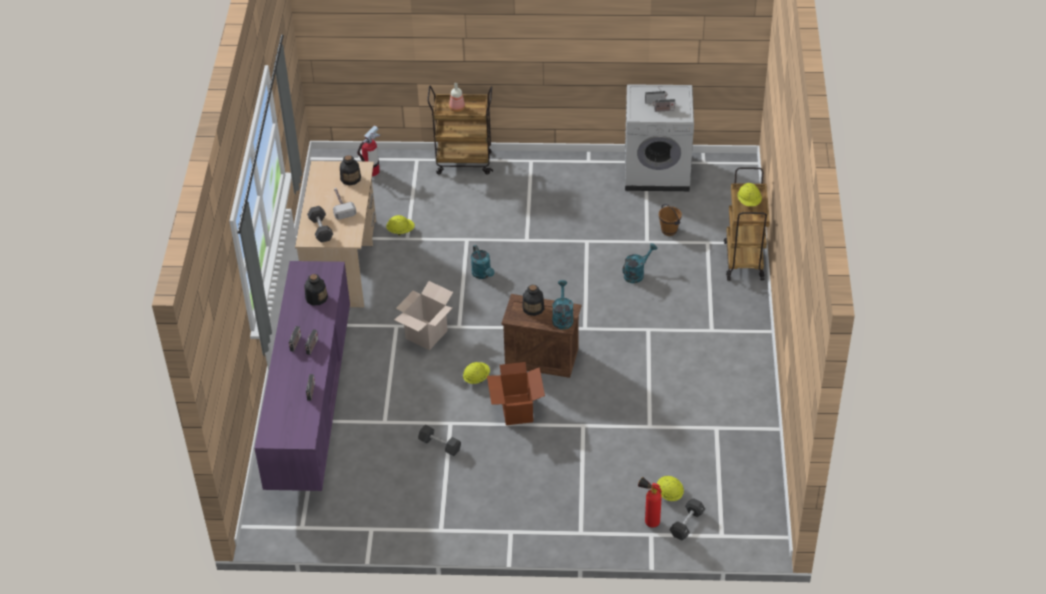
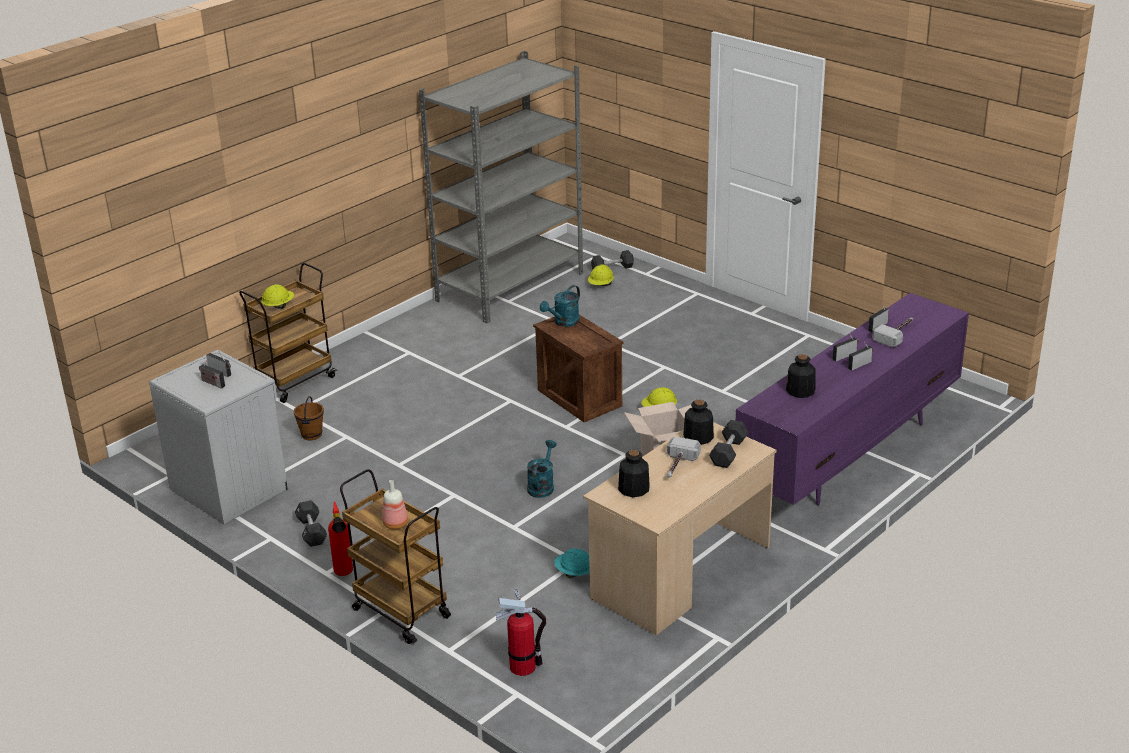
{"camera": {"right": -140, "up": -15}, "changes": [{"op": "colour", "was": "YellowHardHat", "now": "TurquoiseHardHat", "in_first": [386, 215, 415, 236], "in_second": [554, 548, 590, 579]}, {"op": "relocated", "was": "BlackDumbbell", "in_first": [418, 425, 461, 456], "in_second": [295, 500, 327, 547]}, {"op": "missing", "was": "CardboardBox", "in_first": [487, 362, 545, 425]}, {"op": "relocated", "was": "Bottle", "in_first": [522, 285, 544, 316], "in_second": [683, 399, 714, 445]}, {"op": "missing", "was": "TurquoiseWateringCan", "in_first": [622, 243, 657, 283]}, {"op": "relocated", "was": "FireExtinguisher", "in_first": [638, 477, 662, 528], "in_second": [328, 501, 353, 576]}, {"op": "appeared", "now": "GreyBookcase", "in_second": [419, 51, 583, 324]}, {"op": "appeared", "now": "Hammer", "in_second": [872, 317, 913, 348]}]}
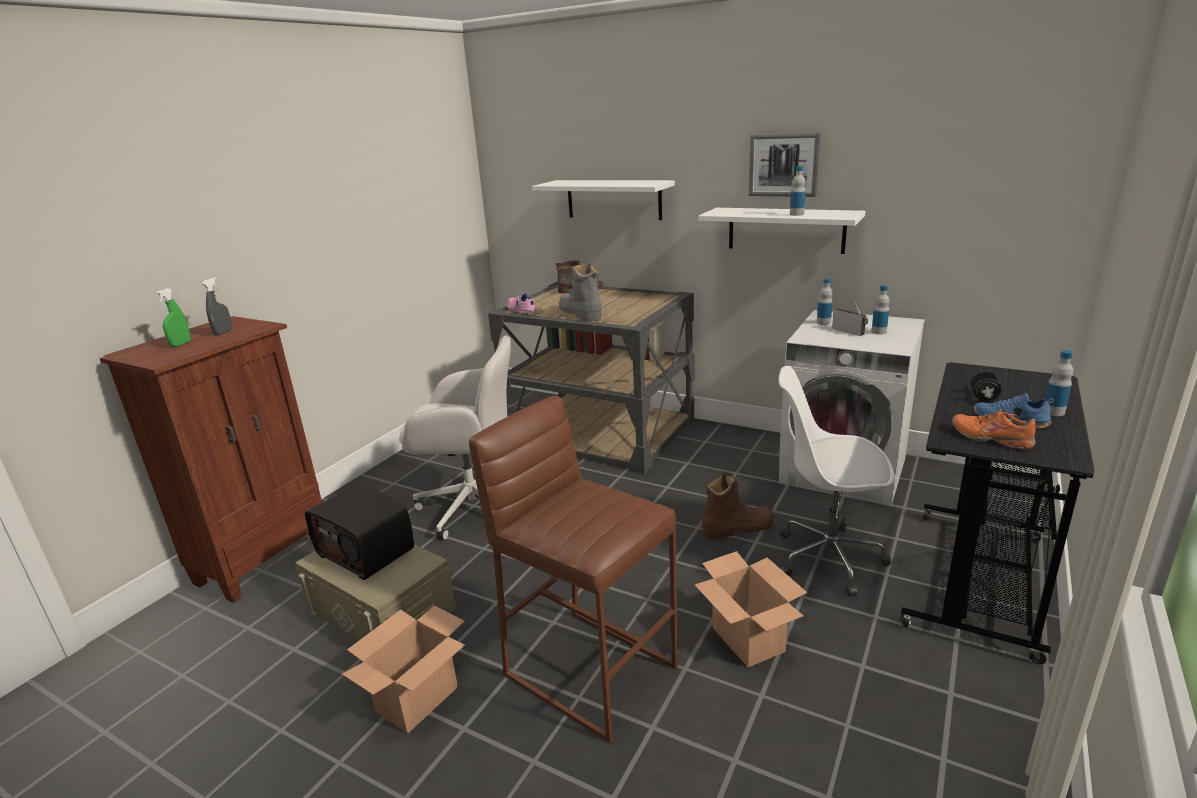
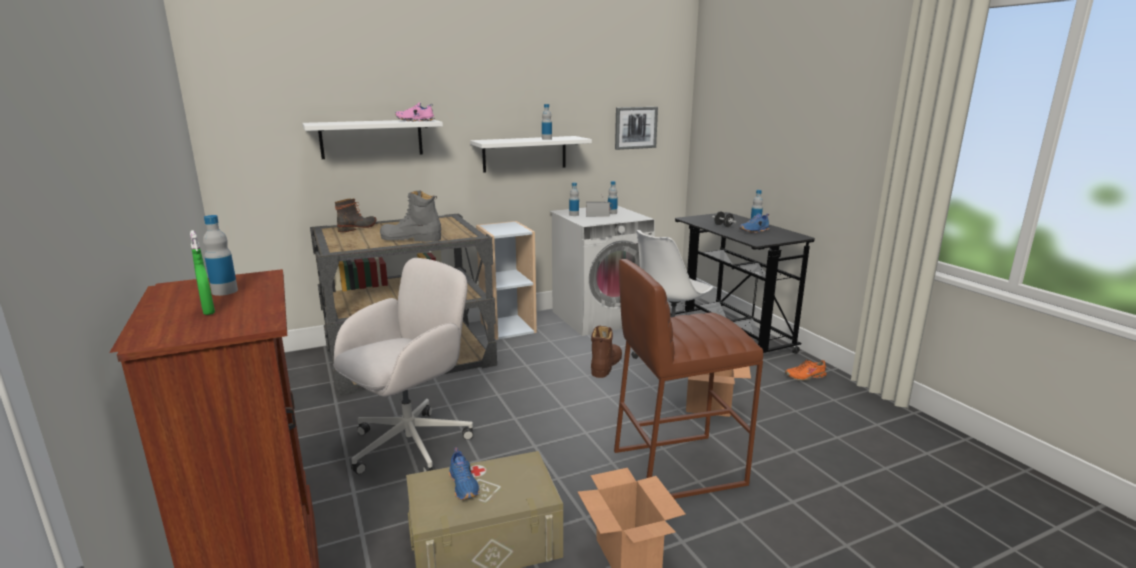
{"camera": {"right": -55, "up": -5}, "changes": [{"op": "exchanged", "was": "GreySprayBottle", "now": "Bottle", "in_first": [202, 277, 232, 335], "in_second": [203, 215, 238, 296]}, {"op": "exchanged", "was": "Radio", "now": "BlueShoe", "in_first": [305, 485, 414, 580], "in_second": [449, 447, 479, 500]}, {"op": "relocated", "was": "PinkShoe", "in_first": [508, 292, 537, 315], "in_second": [395, 102, 435, 121]}, {"op": "relocated", "was": "Picture", "in_first": [749, 133, 821, 197], "in_second": [615, 107, 658, 150]}, {"op": "relocated", "was": "OrangeShoe", "in_first": [952, 409, 1036, 449], "in_second": [785, 360, 827, 381]}, {"op": "appeared", "now": "Bookcase", "in_second": [476, 221, 537, 340]}]}
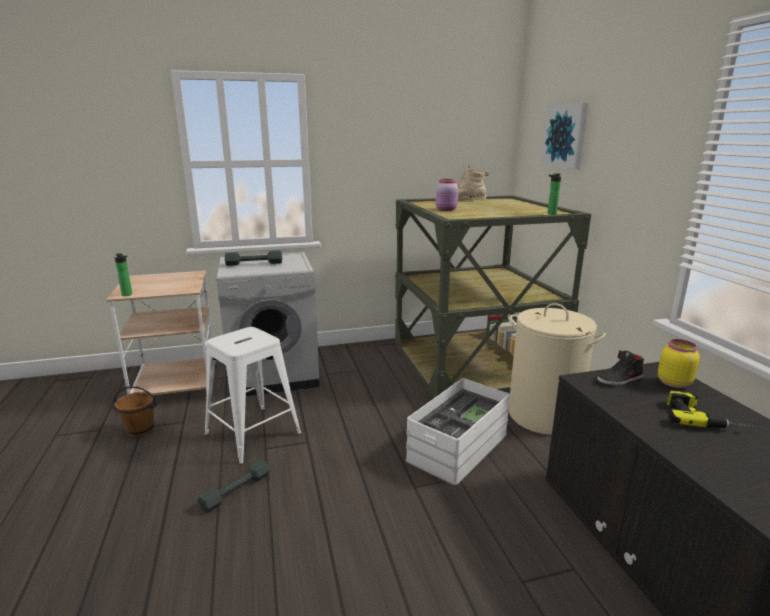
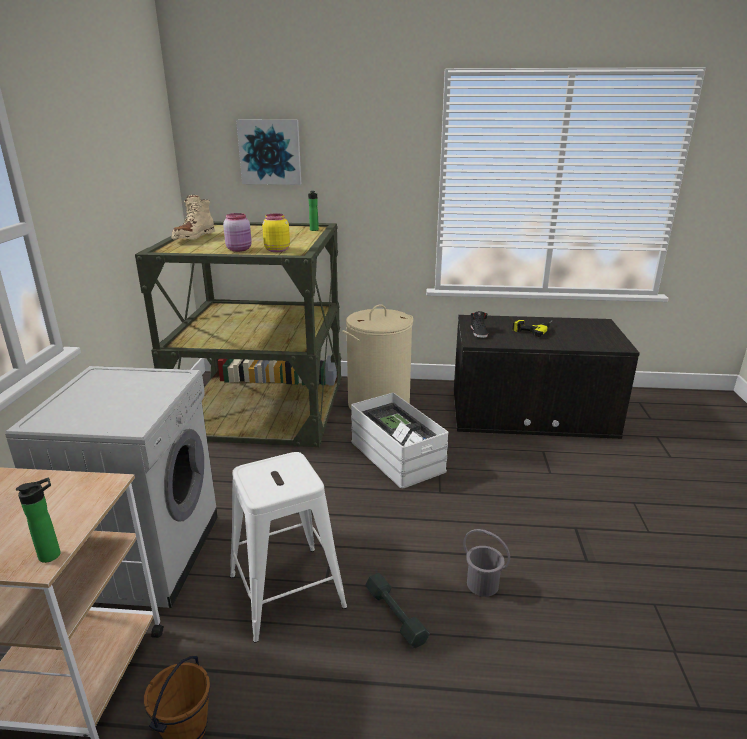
{"camera": {"right": -70, "up": 5}, "changes": [{"op": "missing", "was": "GreyDumbbell", "in_first": [225, 250, 282, 266]}, {"op": "relocated", "was": "YellowJar", "in_first": [658, 339, 700, 388], "in_second": [262, 214, 290, 252]}, {"op": "appeared", "now": "GreyBucket", "in_second": [463, 529, 510, 597]}]}
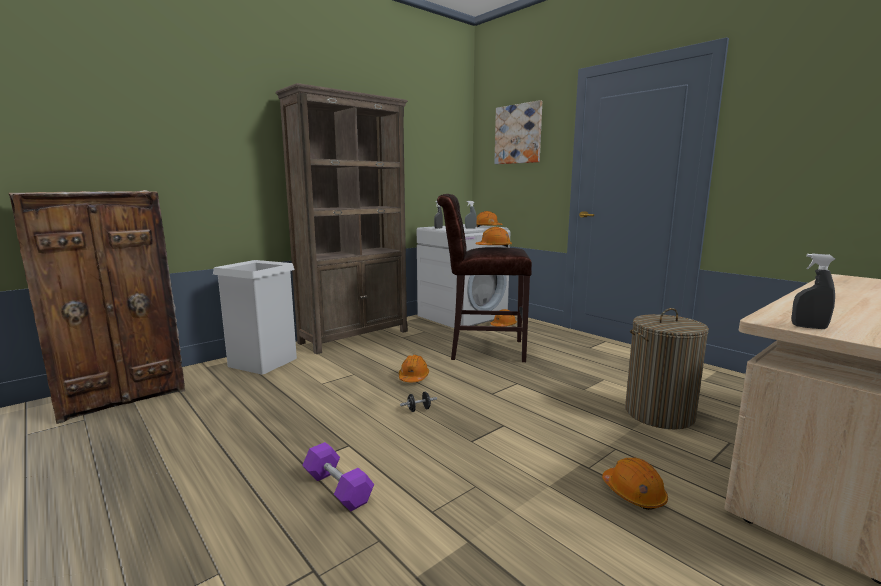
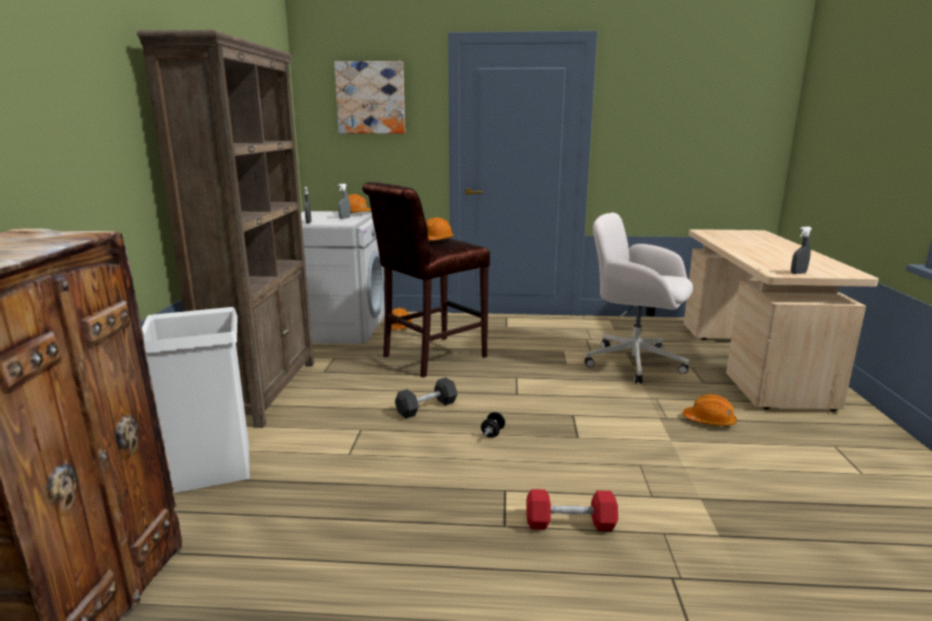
{"camera": {"right": -45, "up": 5}, "changes": [{"op": "colour", "was": "PurpleDumbbell", "now": "RedDumbbell", "in_first": [302, 442, 374, 511], "in_second": [526, 489, 618, 531]}, {"op": "exchanged", "was": "OrangeHardHat", "now": "GreyDumbbell", "in_first": [399, 355, 429, 382], "in_second": [395, 377, 458, 419]}, {"op": "exchanged", "was": "LaundryBasket", "now": "WhiteOfficeChair", "in_first": [625, 308, 709, 430], "in_second": [584, 213, 693, 384]}]}
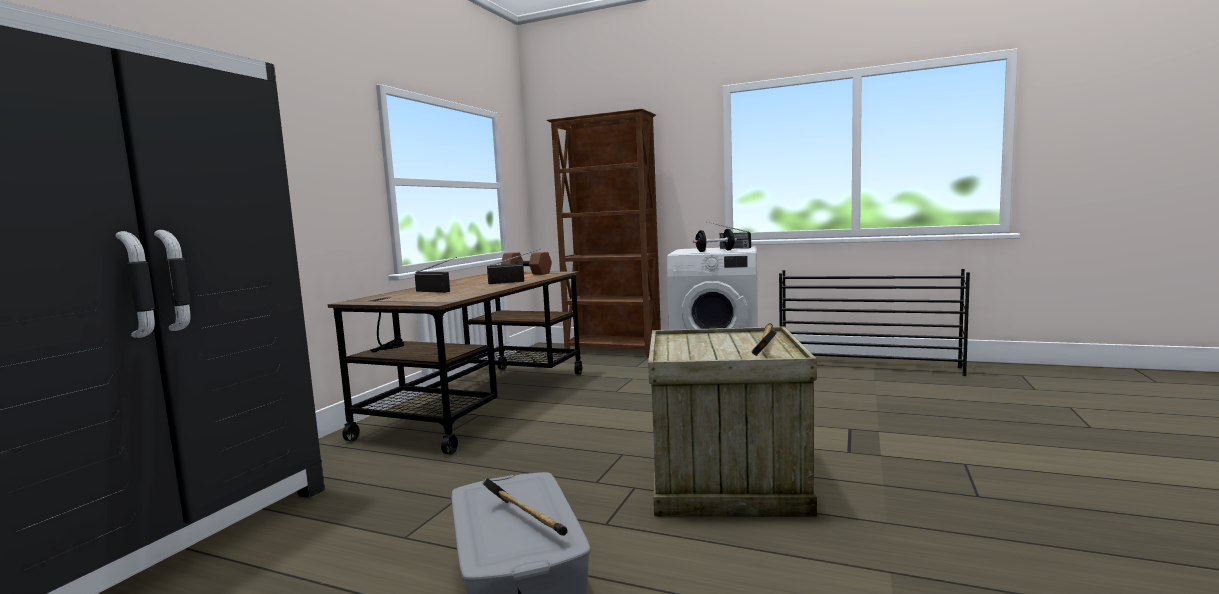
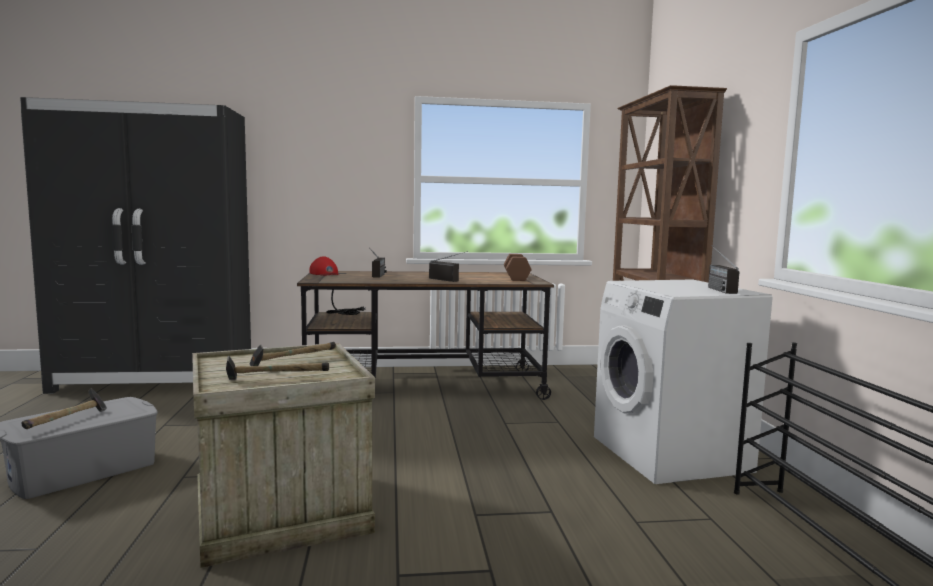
{"camera": {"right": 60, "up": 0}, "changes": [{"op": "missing", "was": "BlackDumbbell", "in_first": [693, 229, 737, 252]}, {"op": "appeared", "now": "Hammer", "in_second": [250, 342, 336, 366]}, {"op": "appeared", "now": "RedCap", "in_second": [310, 256, 339, 276]}]}
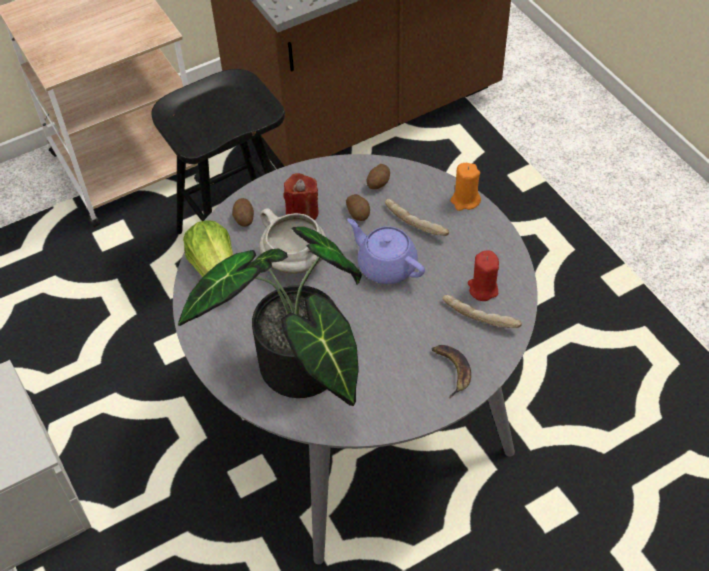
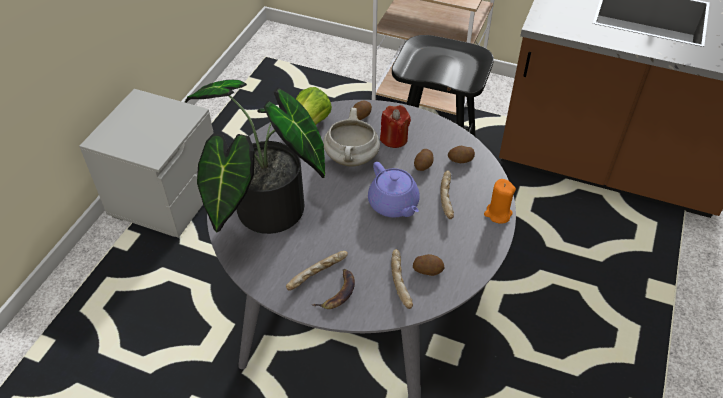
{"camera": {"right": 50, "up": -5}, "changes": [{"op": "spun", "was": "PurpleTeapot", "in_first": [347, 218, 425, 284], "in_second": [368, 162, 420, 218], "clockwise": 150}, {"op": "exchanged", "was": "RedCandle", "now": "Potato", "in_first": [468, 251, 499, 301], "in_second": [413, 254, 444, 276]}, {"op": "appeared", "now": "Bread", "in_second": [286, 251, 348, 291]}]}
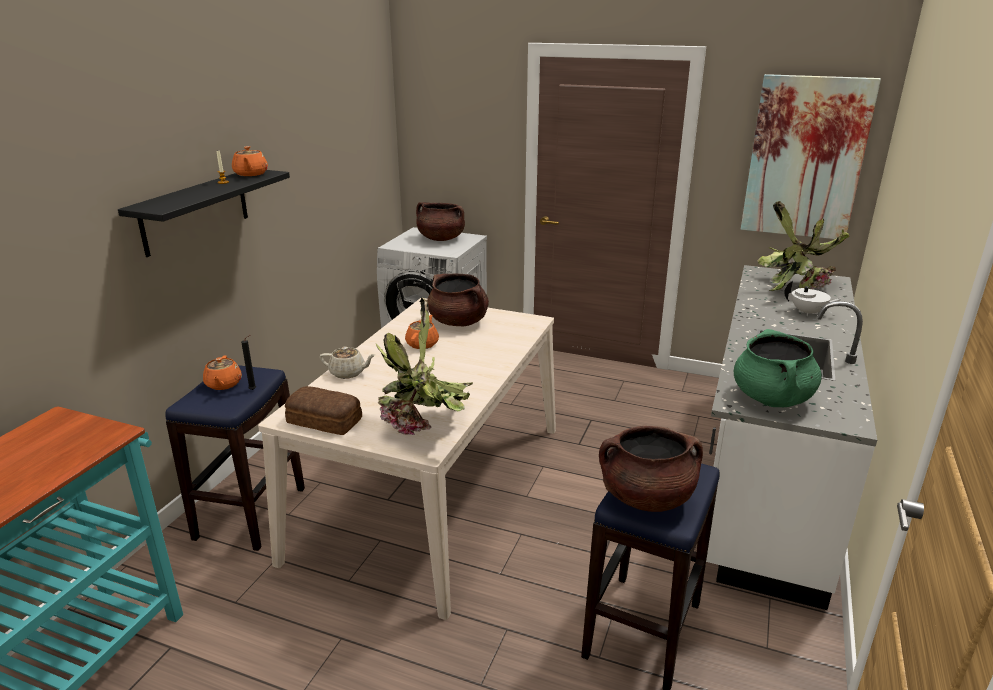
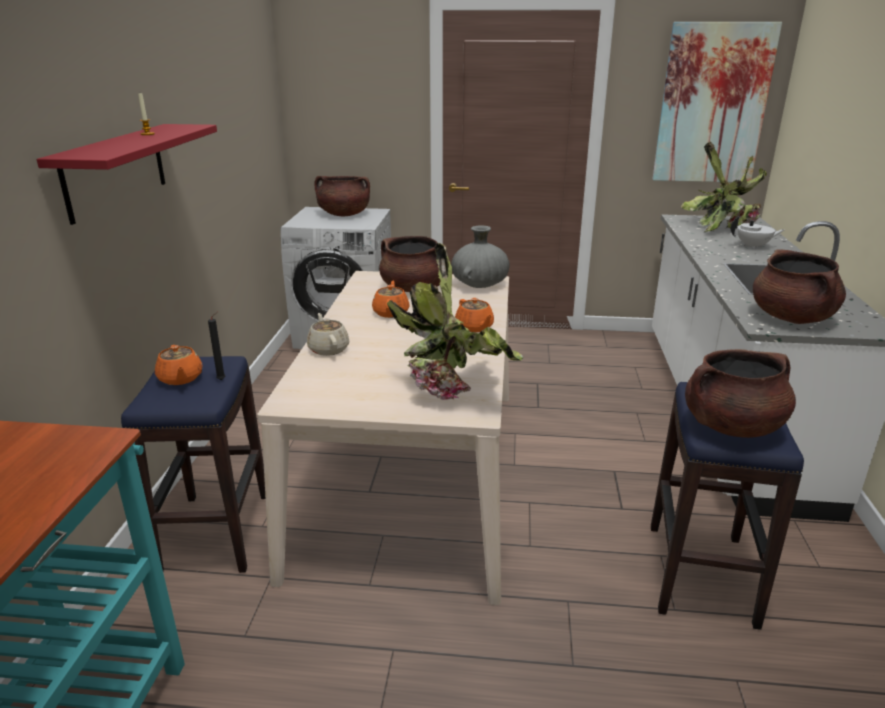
{"camera": {"right": -15, "up": 0}, "changes": [{"op": "colour", "was": "BlackShelf", "now": "RedShelf", "in_first": [118, 170, 290, 257], "in_second": [37, 124, 217, 225]}, {"op": "relocated", "was": "OrangeTeapot", "in_first": [232, 146, 268, 176], "in_second": [455, 298, 494, 332]}, {"op": "missing", "was": "Bread", "in_first": [285, 386, 362, 435]}, {"op": "spun", "was": "BeigeTeapot", "in_first": [319, 346, 375, 379], "in_second": [307, 313, 349, 356], "clockwise": -105}, {"op": "colour", "was": "GreenCookingPot", "now": "BrownCookingPot", "in_first": [734, 329, 822, 407], "in_second": [753, 249, 846, 324]}, {"op": "appeared", "now": "GreyVase", "in_second": [451, 226, 510, 288]}]}
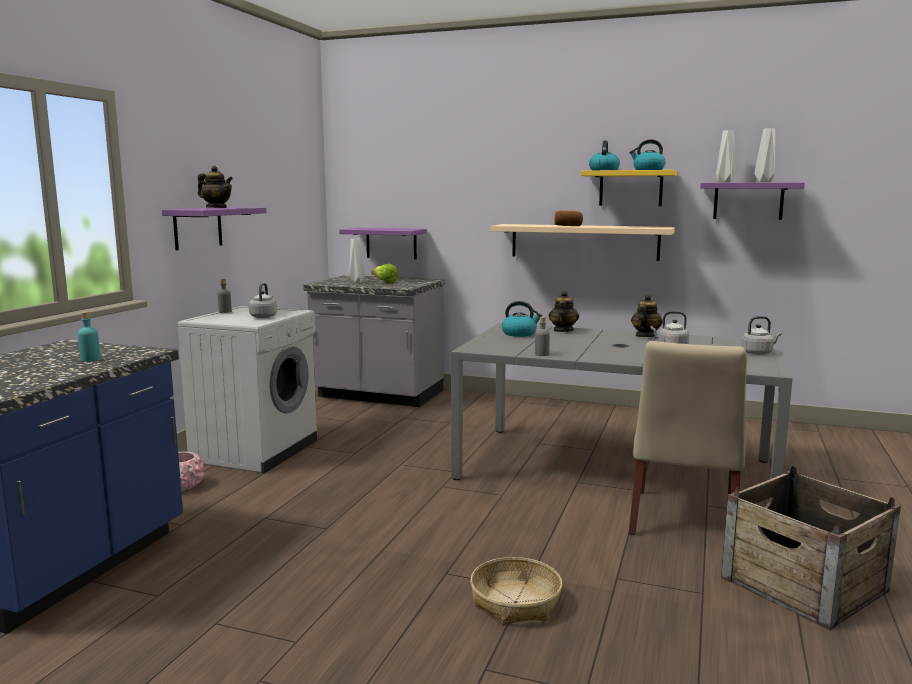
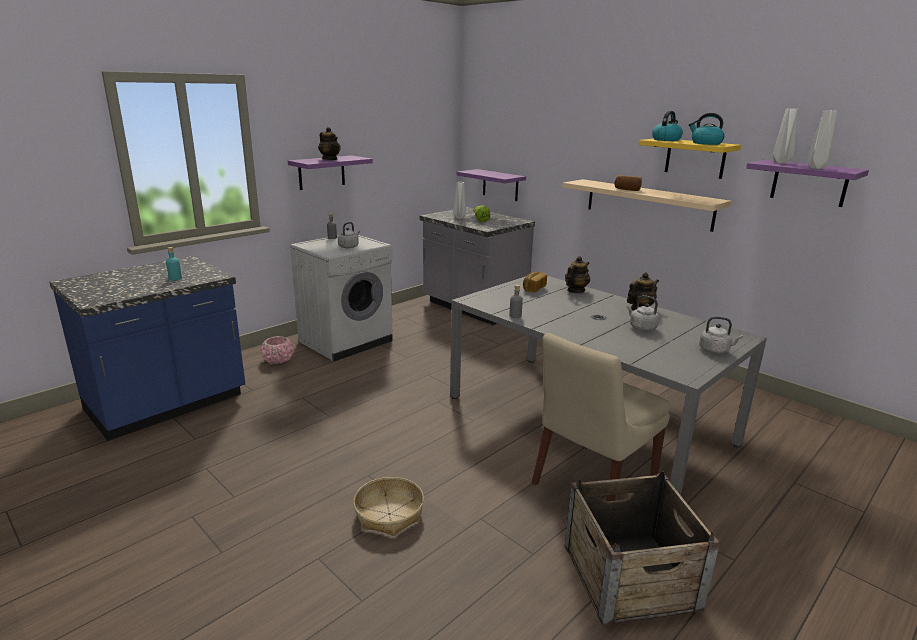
{"camera": {"right": 25, "up": 10}, "changes": [{"op": "exchanged", "was": "Kettle", "now": "Bread", "in_first": [502, 301, 542, 337], "in_second": [523, 272, 547, 292]}]}
